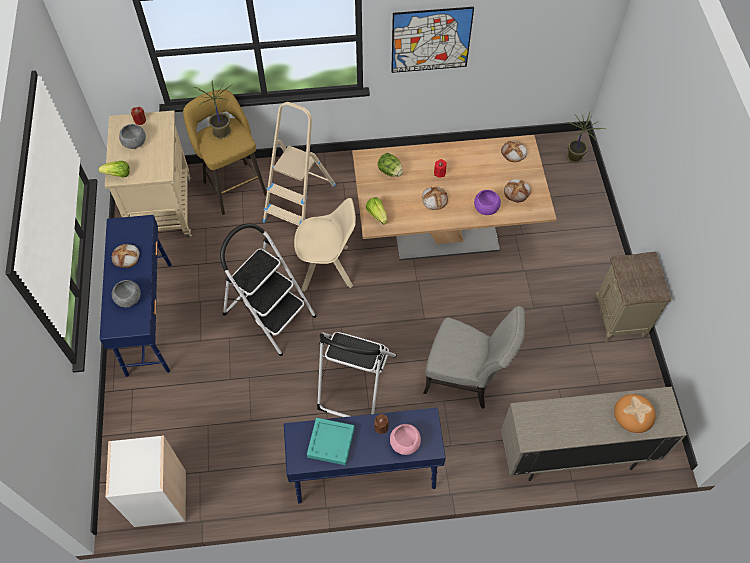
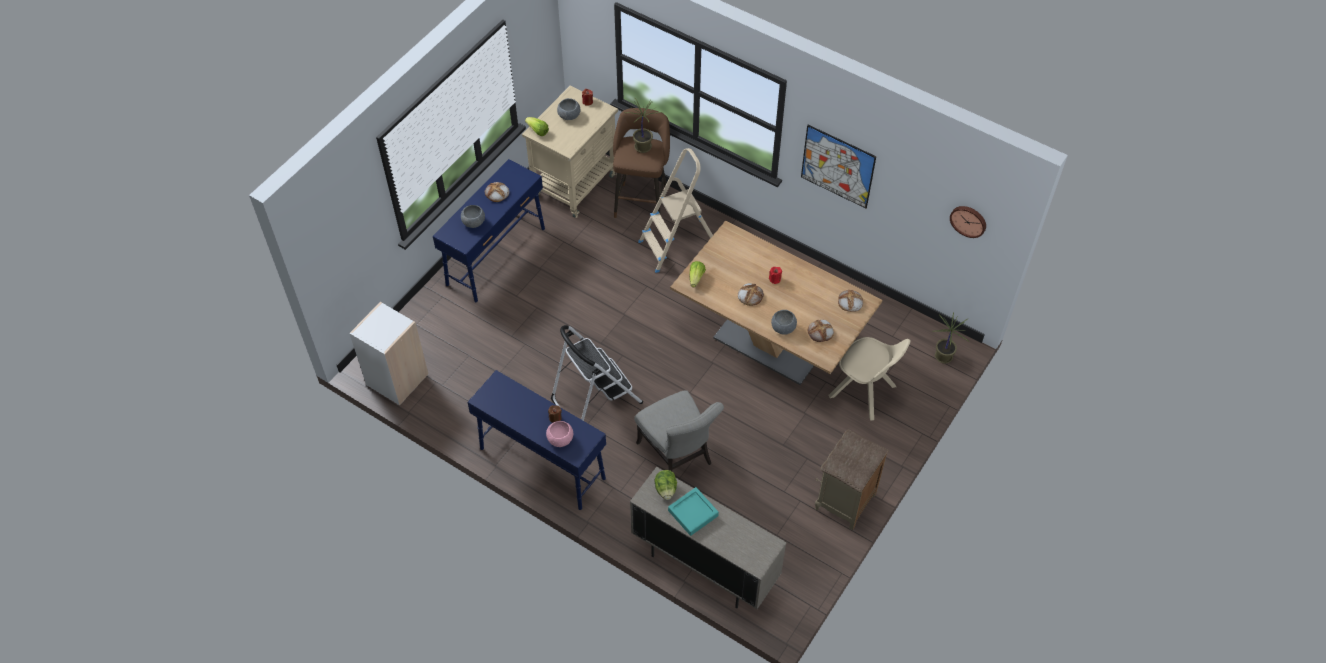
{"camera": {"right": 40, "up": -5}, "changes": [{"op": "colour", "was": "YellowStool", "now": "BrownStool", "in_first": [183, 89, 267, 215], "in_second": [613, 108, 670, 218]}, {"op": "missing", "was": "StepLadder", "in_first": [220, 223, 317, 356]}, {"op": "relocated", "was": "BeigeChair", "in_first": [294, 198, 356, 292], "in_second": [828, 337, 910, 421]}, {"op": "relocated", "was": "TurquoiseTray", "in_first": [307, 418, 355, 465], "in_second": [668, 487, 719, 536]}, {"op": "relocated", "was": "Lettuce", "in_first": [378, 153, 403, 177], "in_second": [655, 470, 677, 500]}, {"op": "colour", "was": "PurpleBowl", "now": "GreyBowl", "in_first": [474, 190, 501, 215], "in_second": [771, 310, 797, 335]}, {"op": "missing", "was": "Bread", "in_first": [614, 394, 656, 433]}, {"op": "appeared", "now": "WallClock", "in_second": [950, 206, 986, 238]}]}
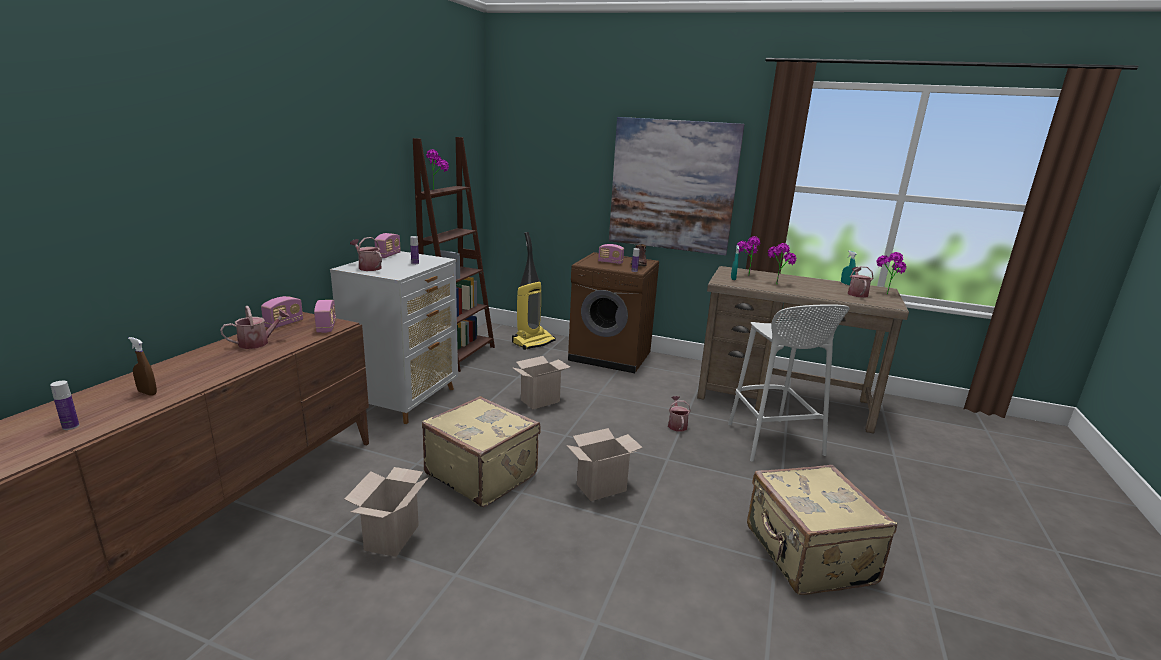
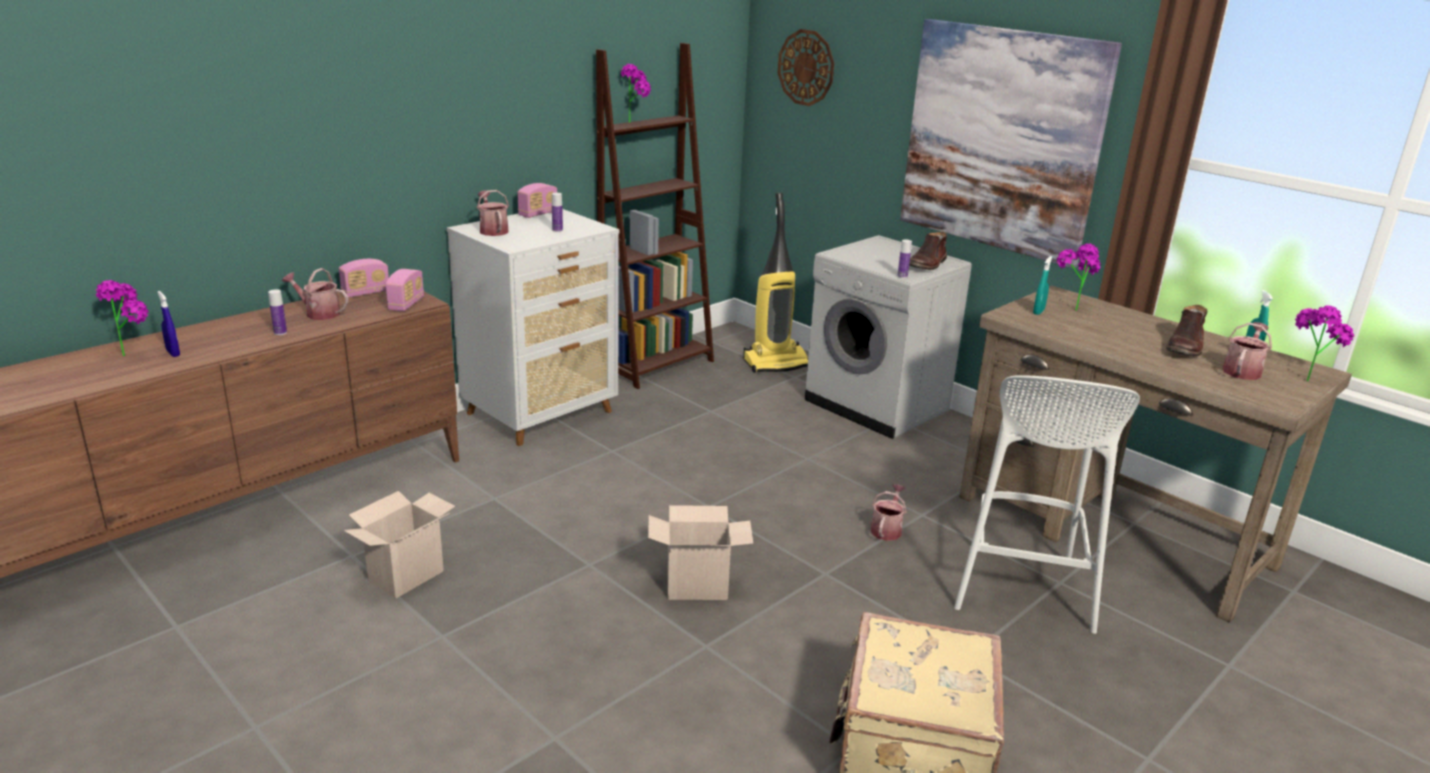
{"camera": {"right": 25, "up": 5}, "changes": [{"op": "relocated", "was": "Bottle", "in_first": [50, 381, 79, 430], "in_second": [268, 289, 287, 335]}, {"op": "colour", "was": "BrownSprayBottle", "now": "BlueSprayBottle", "in_first": [128, 337, 157, 396], "in_second": [158, 291, 180, 357]}, {"op": "spun", "was": "WateringCan", "in_first": [220, 306, 289, 349], "in_second": [282, 268, 349, 320], "clockwise": -150}, {"op": "missing", "was": "BeigeSuitcase", "in_first": [422, 396, 540, 507]}, {"op": "missing", "was": "CardboardBox", "in_first": [512, 356, 570, 409]}, {"op": "colour", "was": "BrownWashingMachine", "now": "WhiteWashingMachine", "in_first": [568, 252, 659, 373], "in_second": [805, 235, 972, 439]}, {"op": "missing", "was": "Radio", "in_first": [598, 244, 624, 264]}, {"op": "relocated", "was": "PottedPlant", "in_first": [768, 243, 797, 285], "in_second": [96, 280, 149, 356]}, {"op": "appeared", "now": "WallClock", "in_second": [778, 29, 834, 106]}, {"op": "appeared", "now": "BrownBoot", "in_second": [1166, 305, 1207, 357]}]}
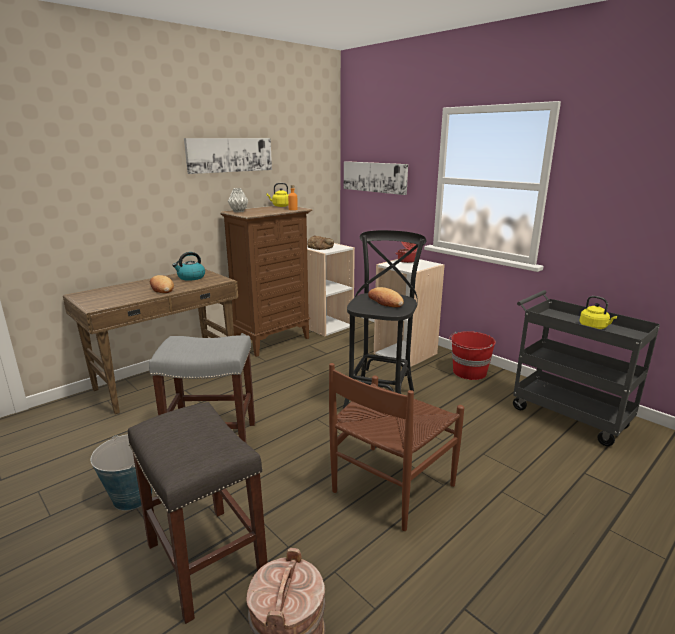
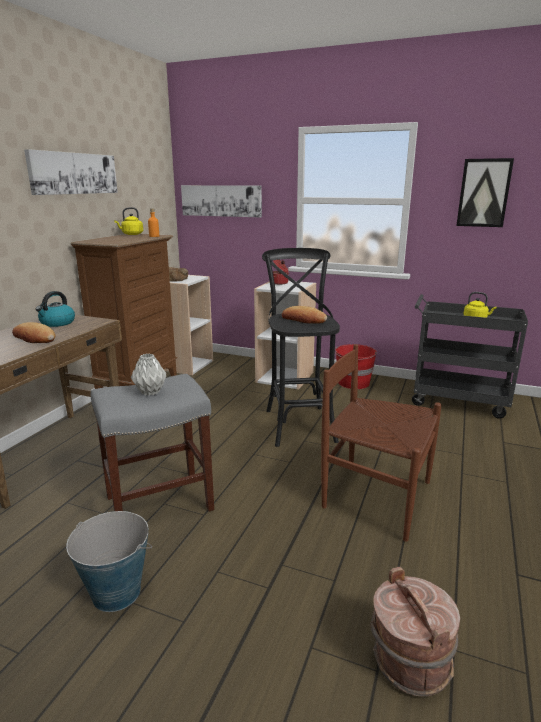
{"camera": {"right": -25, "up": 0}, "changes": [{"op": "missing", "was": "GreyStool", "in_first": [128, 402, 268, 624]}, {"op": "relocated", "was": "GreyVase", "in_first": [228, 188, 248, 212], "in_second": [131, 353, 166, 396]}, {"op": "spun", "was": "BrownChair", "in_first": [329, 363, 464, 531], "in_second": [321, 344, 442, 542], "clockwise": 105}, {"op": "appeared", "now": "Picture", "in_second": [456, 158, 514, 227]}]}
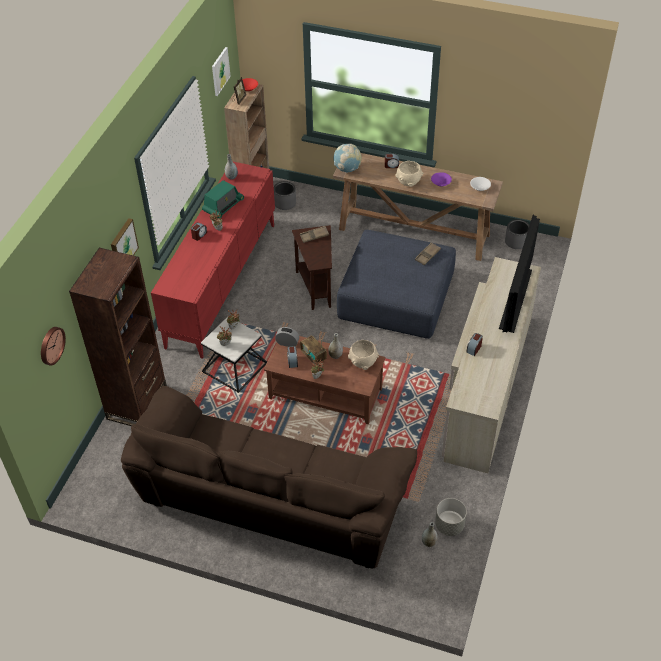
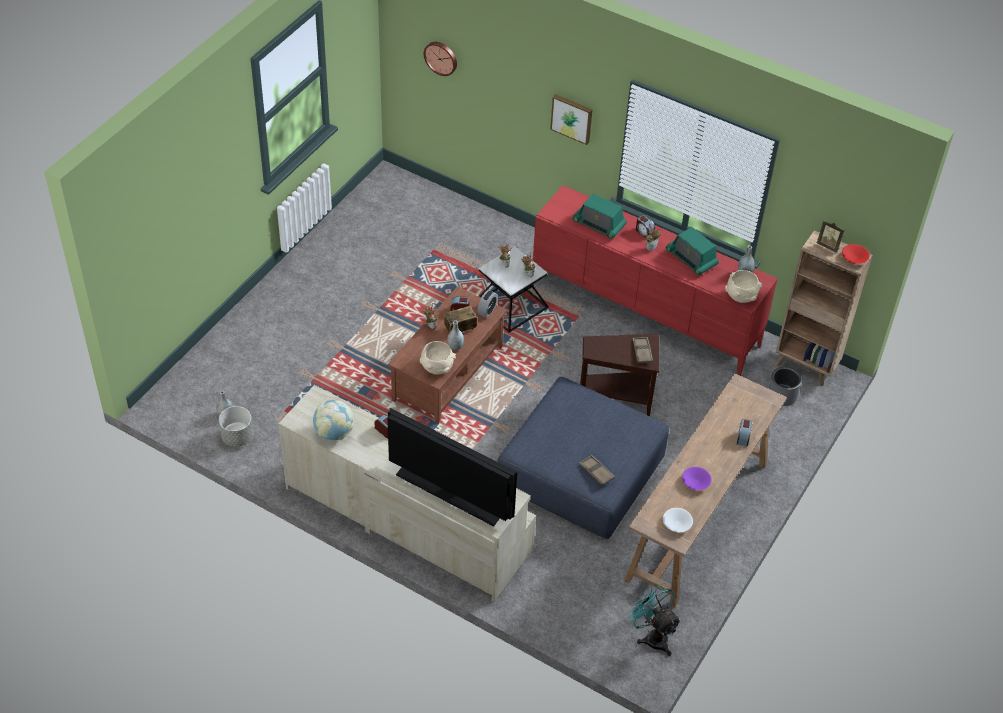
{"camera": {"right": 100, "up": 0}, "changes": [{"op": "missing", "was": "BrownBookcase", "in_first": [69, 248, 167, 426]}, {"op": "missing", "was": "BrownSofa", "in_first": [121, 386, 417, 568]}, {"op": "missing", "was": "Picture", "in_first": [212, 47, 231, 96]}, {"op": "relocated", "was": "Globe", "in_first": [334, 144, 362, 173], "in_second": [313, 400, 354, 440]}, {"op": "relocated", "was": "BeigeBowl", "in_first": [395, 161, 423, 187], "in_second": [725, 270, 762, 303]}, {"op": "exchanged", "was": "GreyPlanter", "now": "TurquoiseFan", "in_first": [505, 219, 530, 249], "in_second": [627, 583, 681, 656]}, {"op": "appeared", "now": "Radio", "in_second": [572, 194, 627, 239]}]}
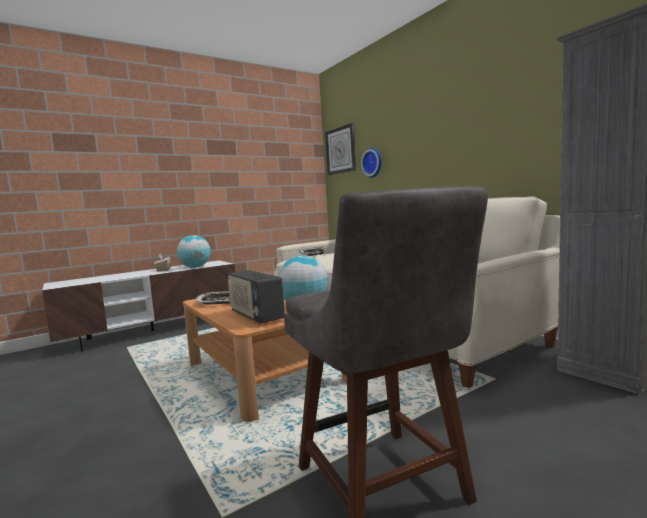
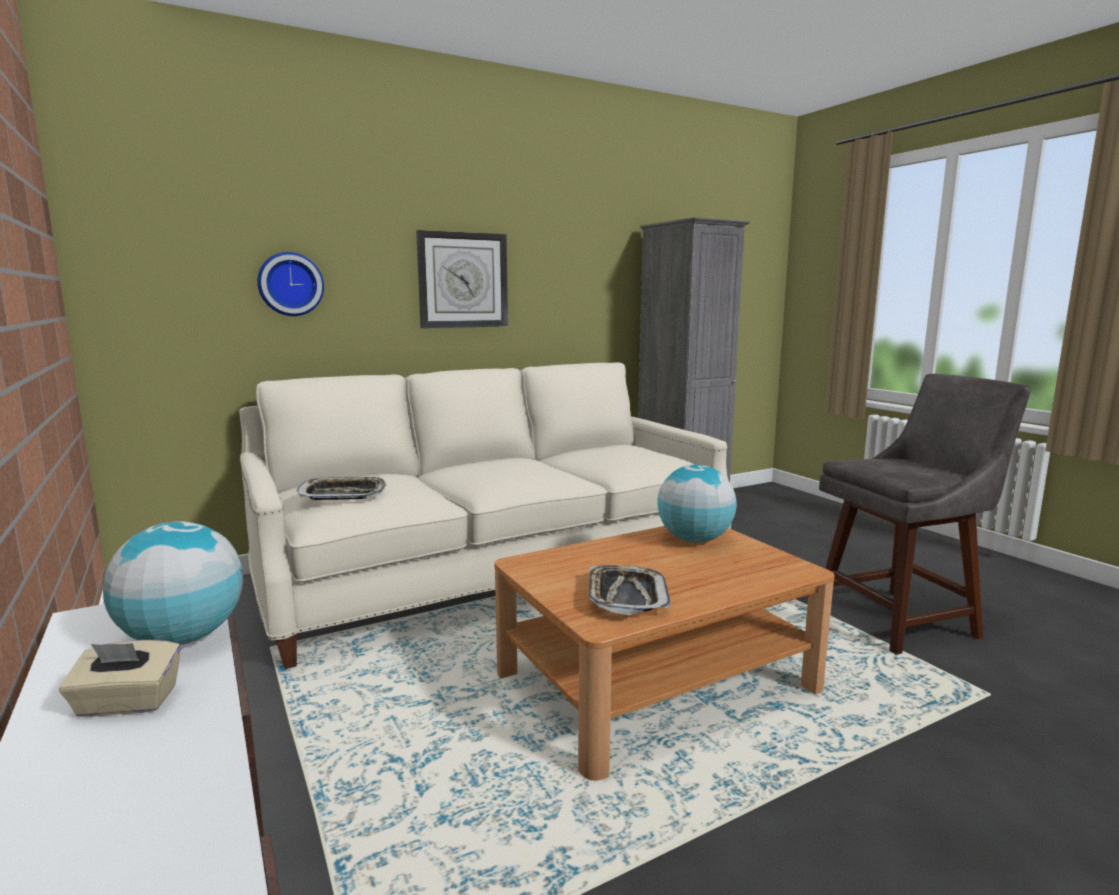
{"camera": {"right": -85, "up": 5}, "changes": [{"op": "missing", "was": "Radio", "in_first": [228, 270, 285, 324]}, {"op": "relocated", "was": "WallClock", "in_first": [325, 123, 356, 175], "in_second": [416, 230, 508, 328]}]}
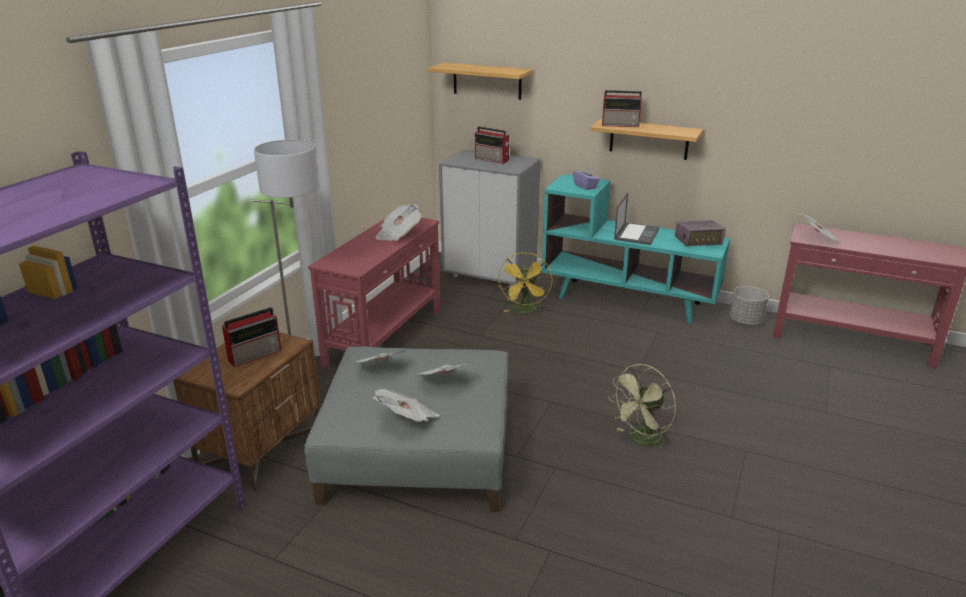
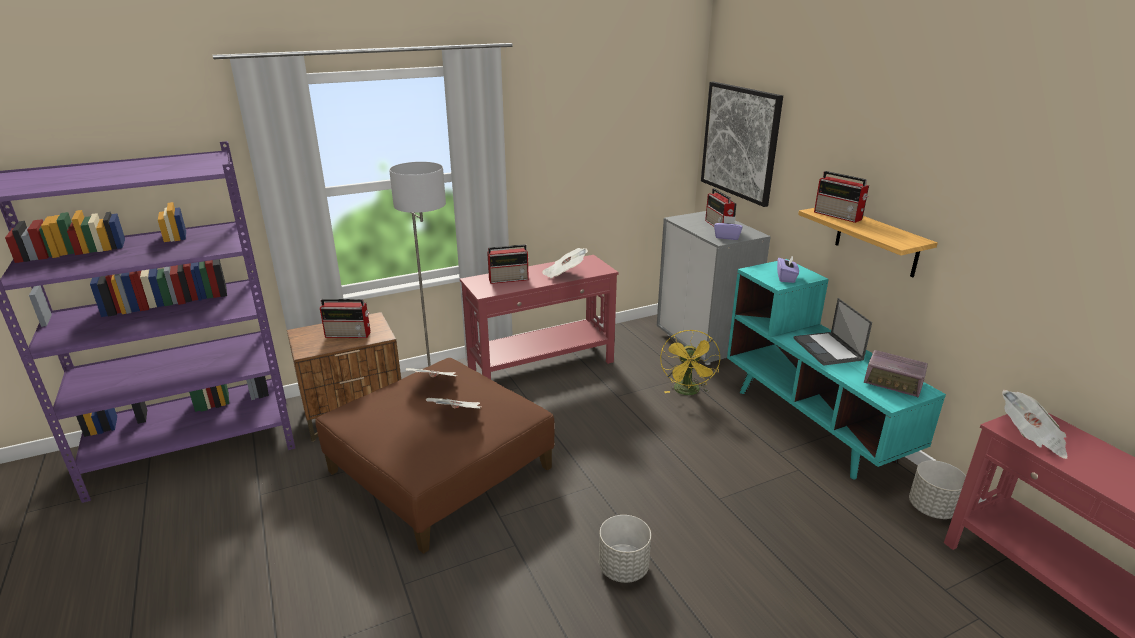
{"camera": {"right": 40, "up": 0}, "changes": [{"op": "colour", "was": "GreyOttoman", "now": "BrownOttoman", "in_first": [304, 346, 509, 512], "in_second": [315, 358, 555, 554]}, {"op": "missing", "was": "Newspaper", "in_first": [373, 389, 439, 422]}, {"op": "exchanged", "was": "Shelf", "now": "Picture", "in_first": [428, 63, 533, 100], "in_second": [701, 82, 783, 207]}, {"op": "spun", "was": "YellowFan", "in_first": [498, 252, 552, 314], "in_second": [660, 330, 720, 395], "clockwise": -45}, {"op": "exchanged", "was": "GreenFan", "now": "GreyPlanter", "in_first": [609, 364, 676, 451], "in_second": [599, 515, 651, 583]}, {"op": "spun", "was": "Laptop", "in_first": [614, 193, 659, 245], "in_second": [793, 298, 872, 366], "clockwise": 105}, {"op": "appeared", "now": "Radio", "in_second": [487, 244, 529, 284]}, {"op": "appeared", "now": "PurpleTissueBox", "in_second": [714, 216, 743, 240]}]}
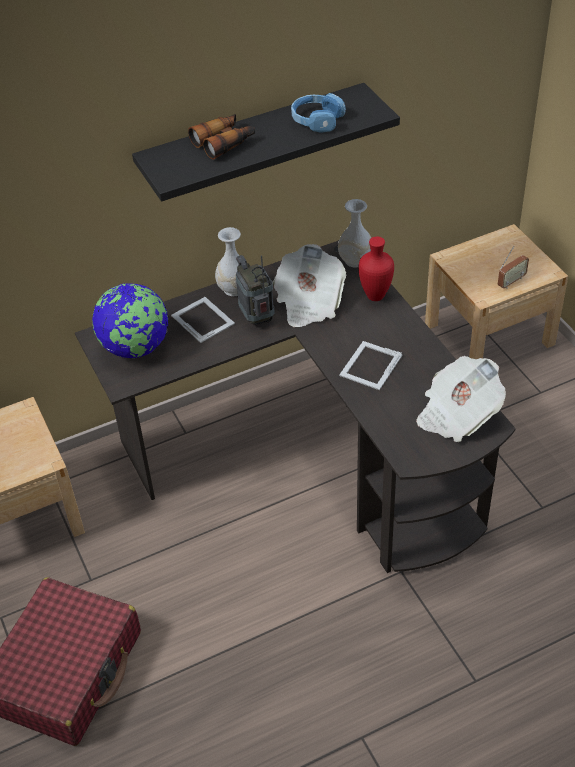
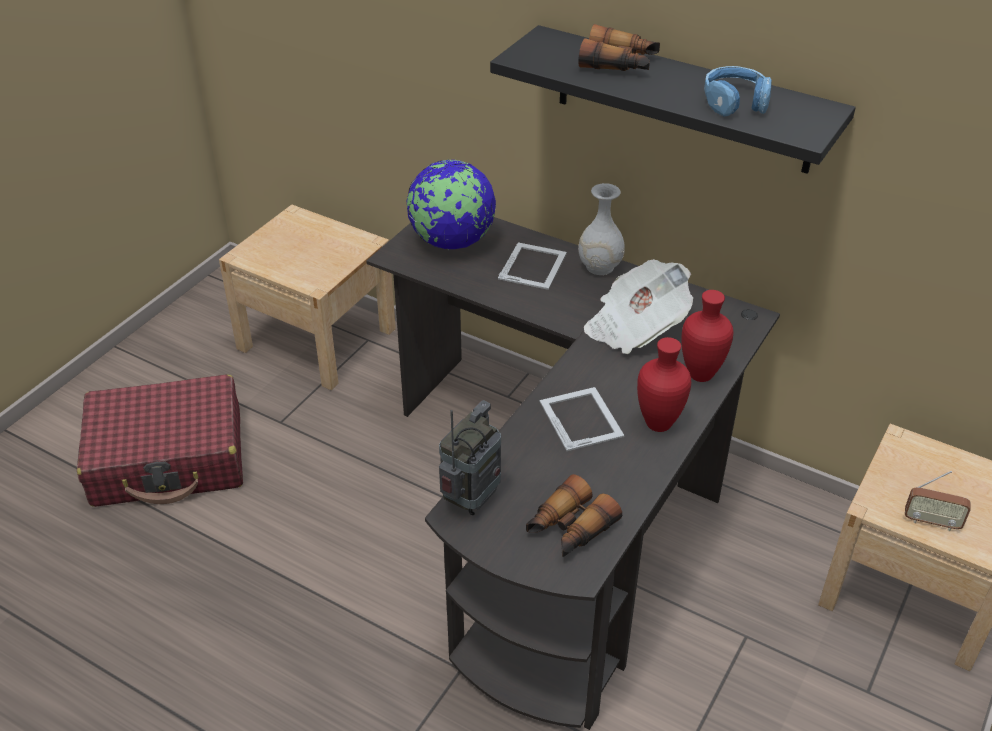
{"camera": {"right": 55, "up": -5}, "changes": [{"op": "relocated", "was": "Radio", "in_first": [236, 255, 275, 325], "in_second": [439, 400, 501, 515]}, {"op": "missing", "was": "WhiteVase", "in_first": [338, 199, 371, 268]}, {"op": "spun", "was": "PictureFrame", "in_first": [339, 341, 402, 390], "in_second": [540, 387, 624, 451], "clockwise": 75}, {"op": "exchanged", "was": "Newspaper", "now": "Binoculars", "in_first": [416, 356, 506, 442], "in_second": [526, 474, 622, 557]}, {"op": "appeared", "now": "RedVase", "in_second": [637, 337, 691, 432]}]}
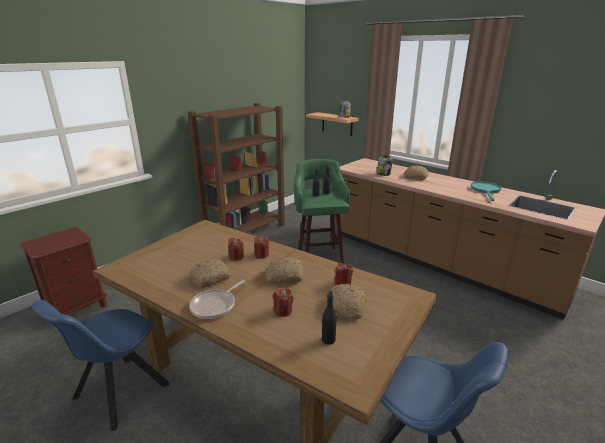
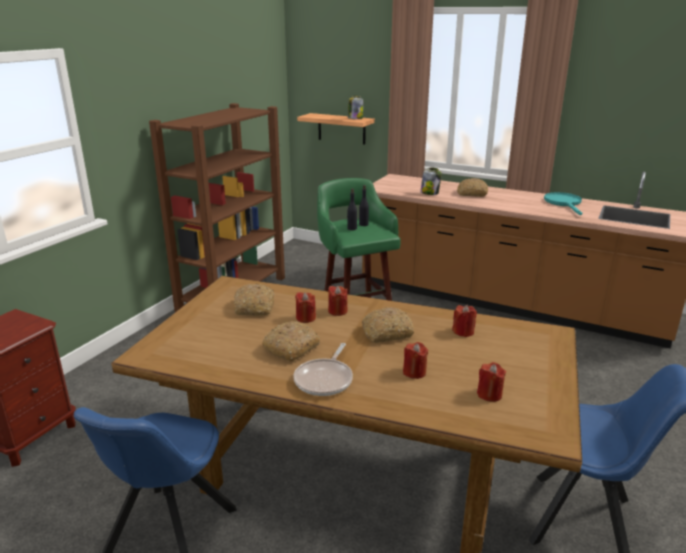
{"camera": {"right": -15, "up": 0}, "changes": [{"op": "exchanged", "was": "BlackBottle", "now": "RedCandle", "in_first": [322, 290, 336, 345], "in_second": [477, 362, 506, 402]}, {"op": "relocated", "was": "Bread", "in_first": [330, 284, 366, 319], "in_second": [234, 283, 274, 316]}]}
